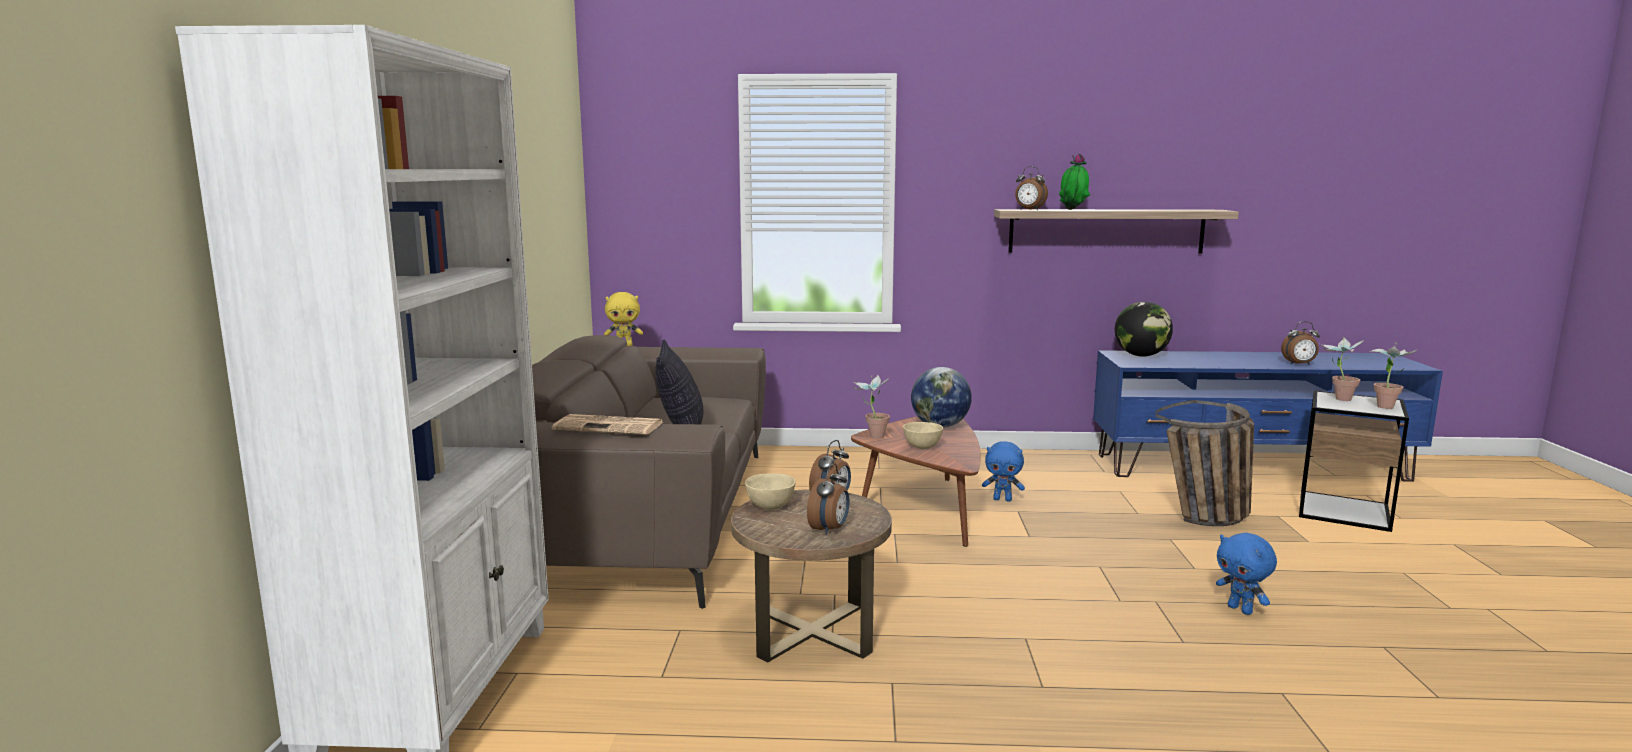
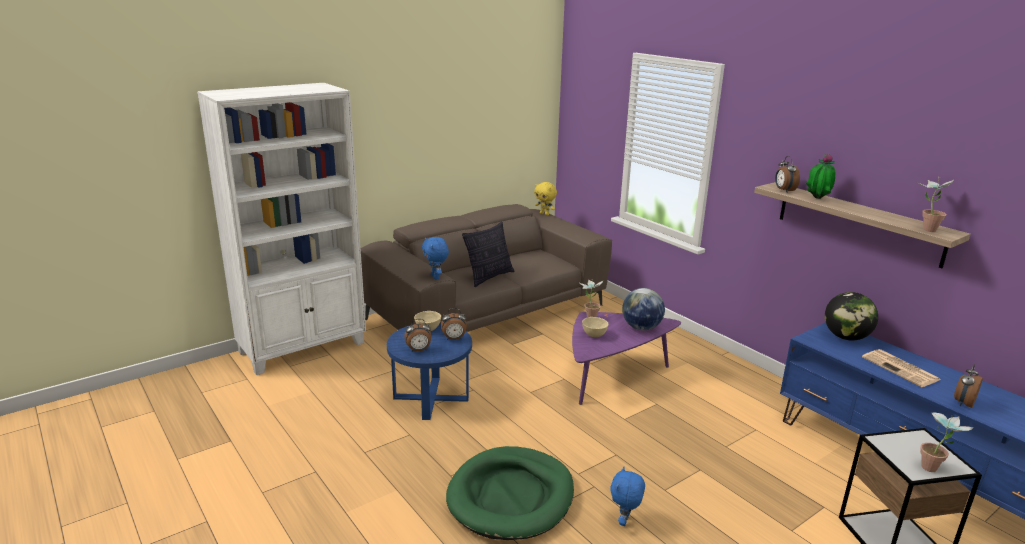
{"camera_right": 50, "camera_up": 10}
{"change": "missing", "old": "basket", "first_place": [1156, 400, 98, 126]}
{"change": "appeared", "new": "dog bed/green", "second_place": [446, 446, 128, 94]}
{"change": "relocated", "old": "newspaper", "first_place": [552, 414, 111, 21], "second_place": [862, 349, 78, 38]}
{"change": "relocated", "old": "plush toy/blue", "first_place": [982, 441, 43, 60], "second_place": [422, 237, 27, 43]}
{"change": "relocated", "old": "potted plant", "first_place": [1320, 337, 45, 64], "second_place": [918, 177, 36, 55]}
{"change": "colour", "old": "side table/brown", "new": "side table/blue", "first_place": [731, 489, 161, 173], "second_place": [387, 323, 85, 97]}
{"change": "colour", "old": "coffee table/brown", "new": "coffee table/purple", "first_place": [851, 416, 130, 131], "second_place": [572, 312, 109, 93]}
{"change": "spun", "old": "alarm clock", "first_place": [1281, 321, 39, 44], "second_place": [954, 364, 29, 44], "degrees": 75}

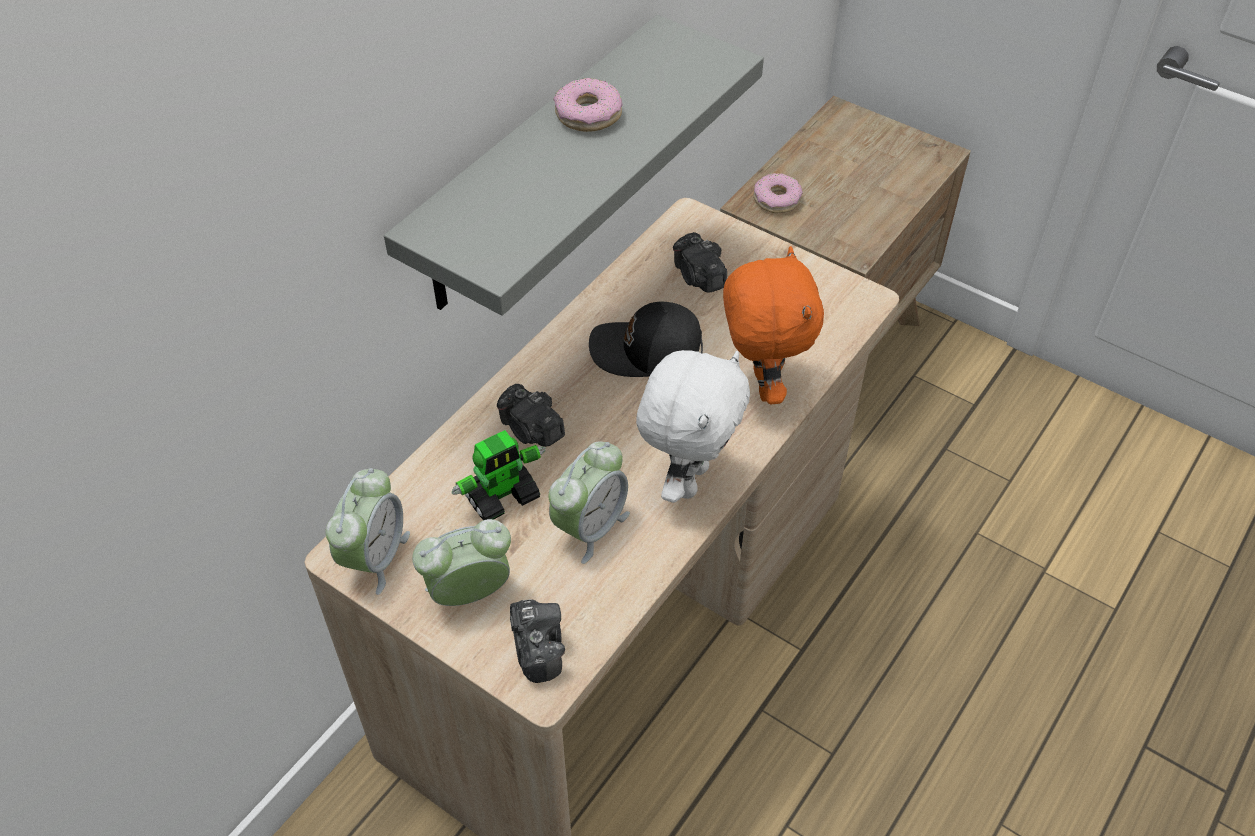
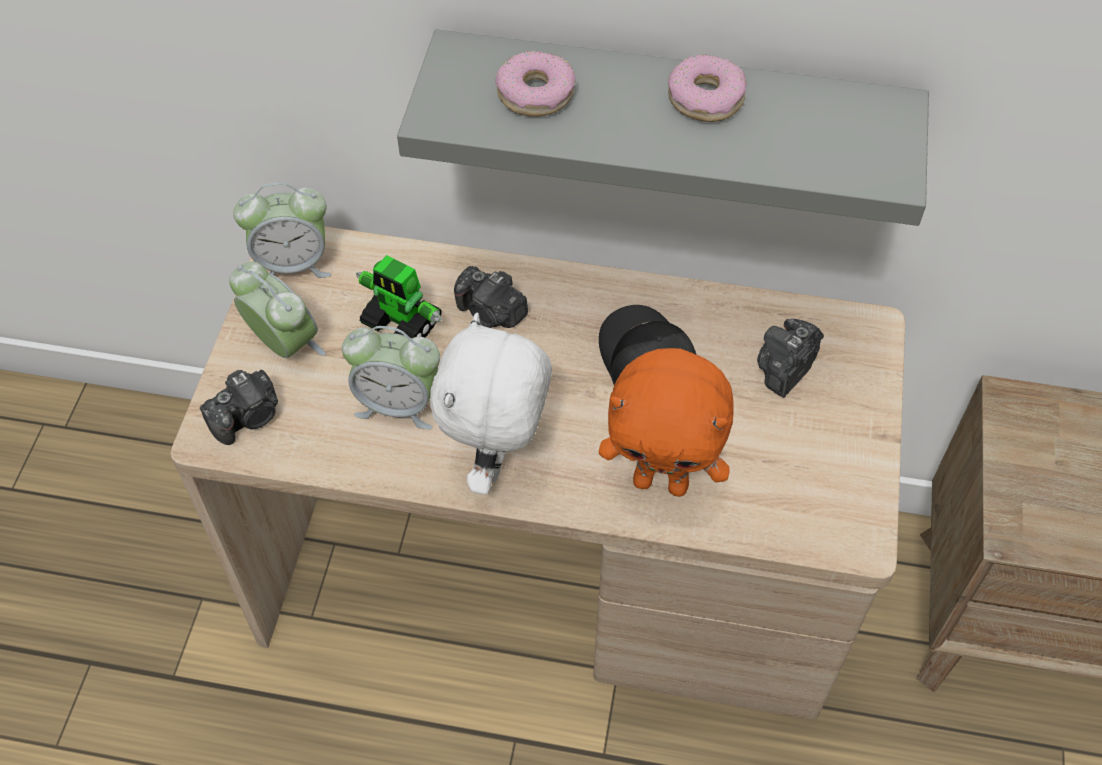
{"camera_right": 65, "camera_up": 5}
{"change": "relocated", "old": "donut", "first_place": [753, 173, 50, 40], "second_place": [495, 51, 81, 66]}
{"change": "spun", "old": "photo camera", "first_place": [497, 384, 68, 63], "second_place": [454, 266, 74, 62], "degrees": -75}
{"change": "spun", "old": "plush toy/white", "first_place": [636, 350, 114, 153], "second_place": [430, 312, 122, 183], "degrees": 105}
{"change": "spun", "old": "plush toy/orange", "first_place": [723, 246, 101, 159], "second_place": [599, 348, 135, 149], "degrees": 45}

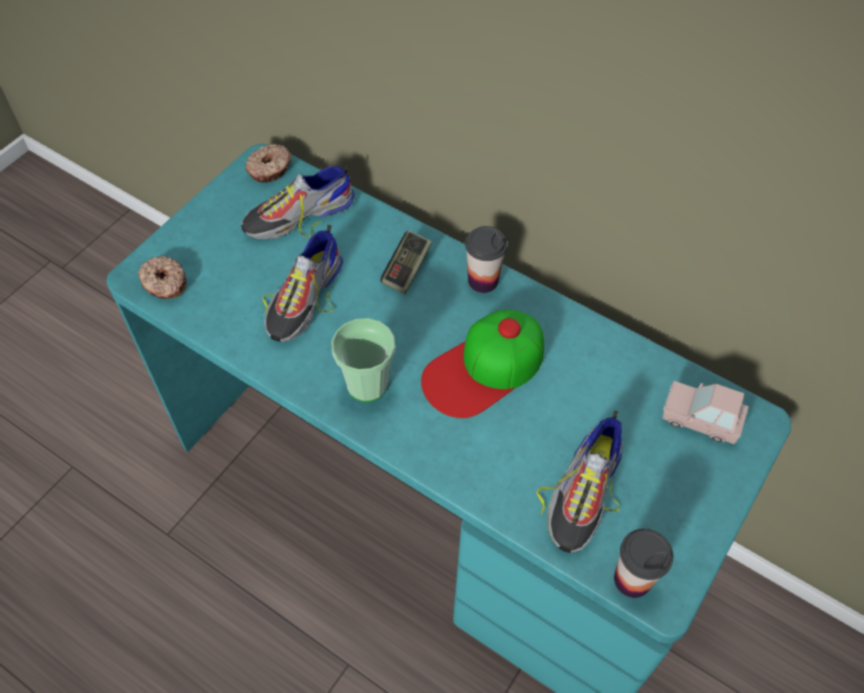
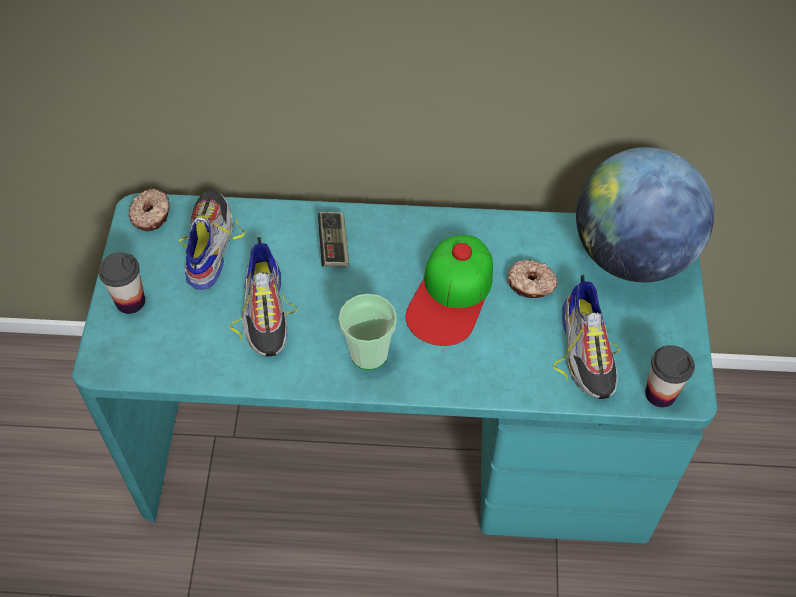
{"camera_right": -30, "camera_up": 0}
{"change": "relocated", "old": "donut", "first_place": [138, 256, 49, 43], "second_place": [507, 259, 51, 39]}
{"change": "relocated", "old": "cup", "first_place": [465, 226, 42, 67], "second_place": [98, 252, 47, 62]}
{"change": "exchanged", "old": "toy car/pink", "new": "globe", "first_place": [662, 381, 87, 63], "second_place": [576, 147, 138, 135]}
{"change": "spun", "old": "shoe", "first_place": [241, 165, 114, 74], "second_place": [179, 191, 66, 99], "degrees": 150}

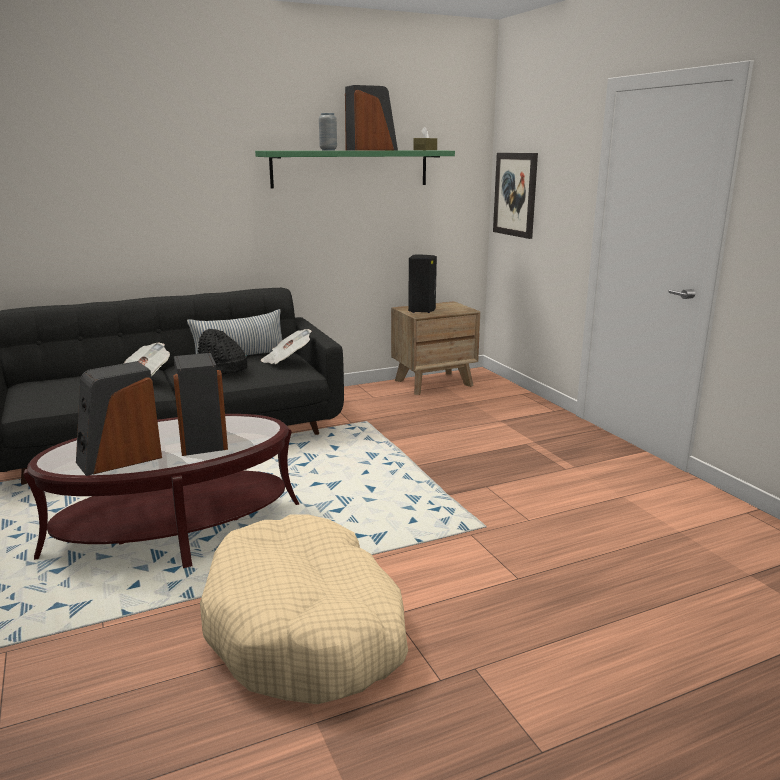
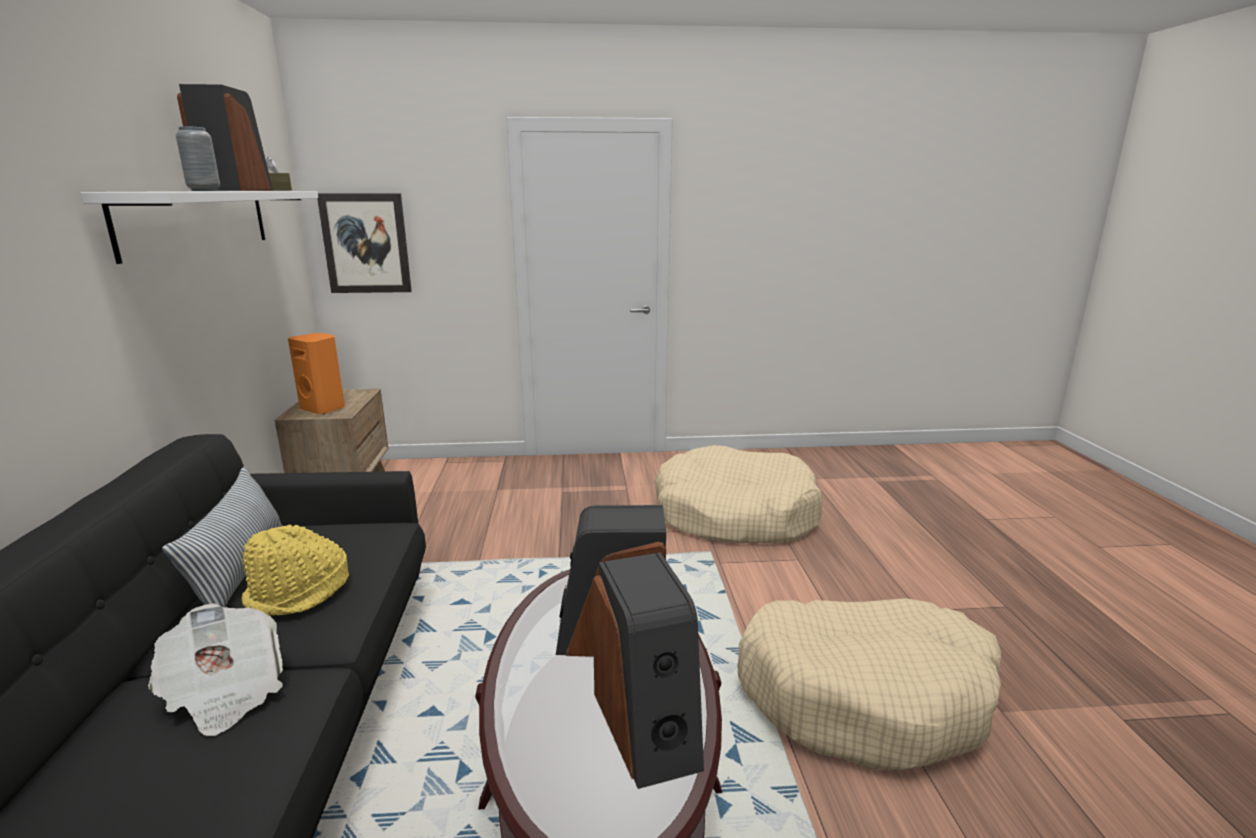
{"camera_right": -70, "camera_up": 0}
{"change": "missing", "old": "newspaper", "first_place": [261, 329, 51, 35]}
{"change": "appeared", "new": "dog bed/beige", "second_place": [655, 445, 167, 98]}
{"change": "colour", "old": "hat/black", "new": "hat/yellow", "first_place": [197, 329, 51, 45], "second_place": [242, 525, 107, 91]}
{"change": "colour", "old": "shelf/green", "new": "shelf/white", "first_place": [255, 151, 200, 38], "second_place": [80, 191, 238, 73]}
{"change": "colour", "old": "speaker/black", "new": "speaker/orange", "first_place": [408, 254, 29, 59], "second_place": [288, 333, 57, 81]}

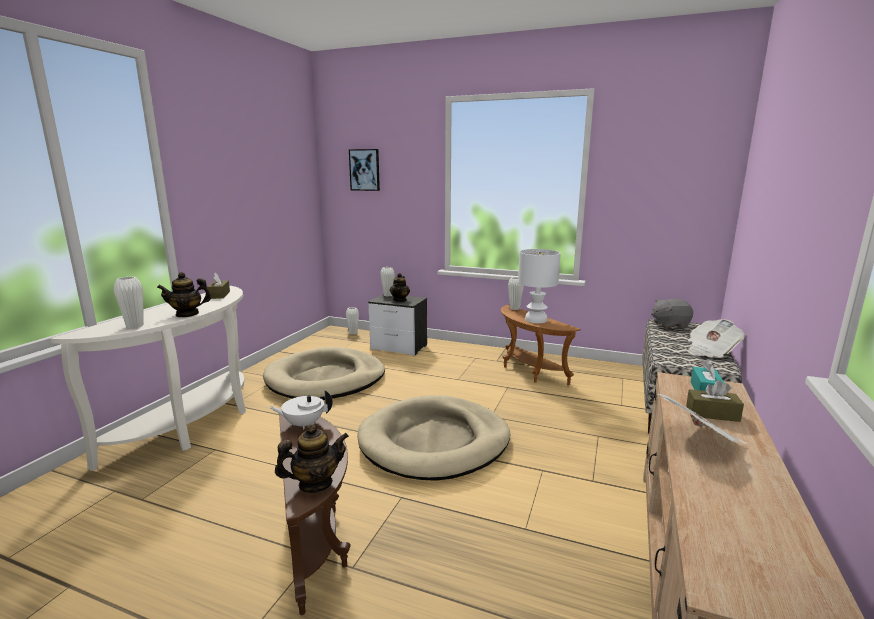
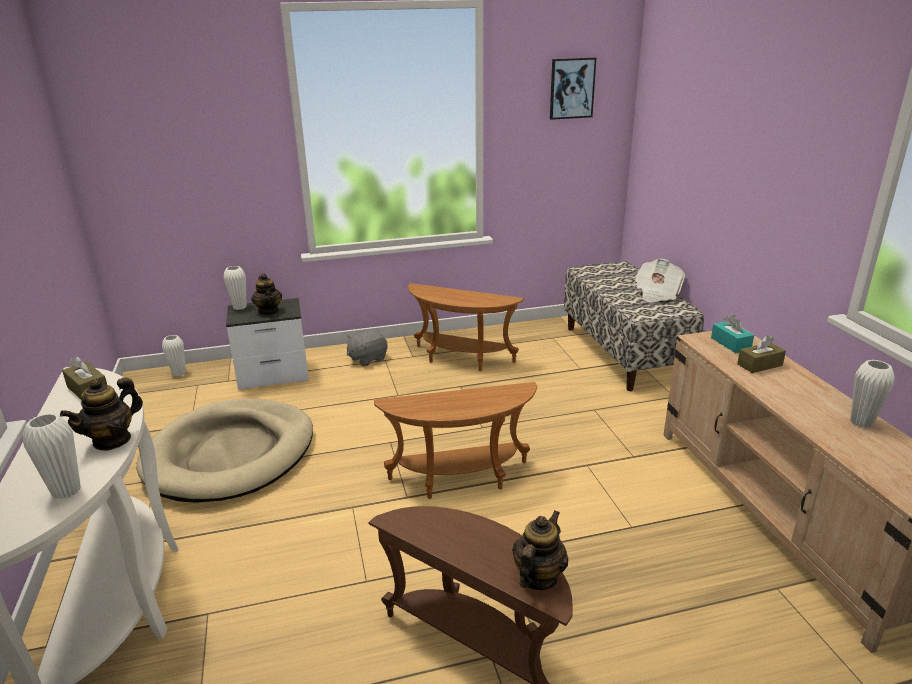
{"camera_right": -35, "camera_up": 10}
{"change": "missing", "old": "teapot/white", "first_place": [269, 390, 63, 40]}
{"change": "missing", "old": "table lamp/white", "first_place": [518, 249, 43, 74]}
{"change": "missing", "old": "newspaper", "first_place": [658, 394, 90, 51]}
{"change": "relocated", "old": "picture", "first_place": [349, 149, 31, 42], "second_place": [550, 58, 46, 62]}
{"change": "relocated", "old": "vase/white", "first_place": [508, 277, 16, 33], "second_place": [850, 360, 44, 68]}
{"change": "relocated", "old": "plush toy/grey", "first_place": [651, 299, 42, 29], "second_place": [347, 330, 40, 36]}
{"change": "exchanged", "old": "dog bed/beige", "new": "side table/brown", "first_place": [357, 395, 153, 86], "second_place": [374, 382, 163, 117]}

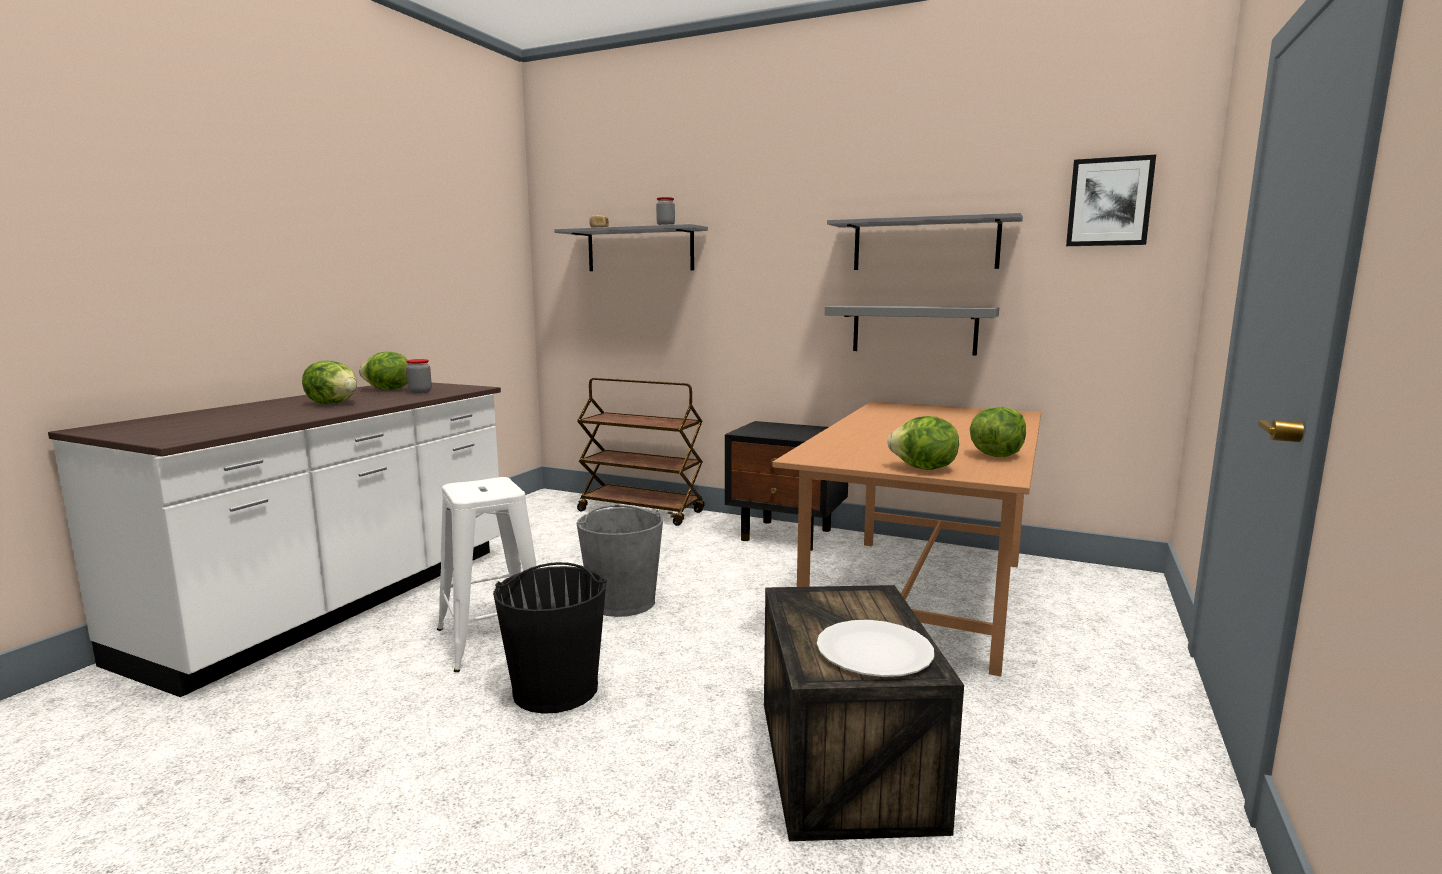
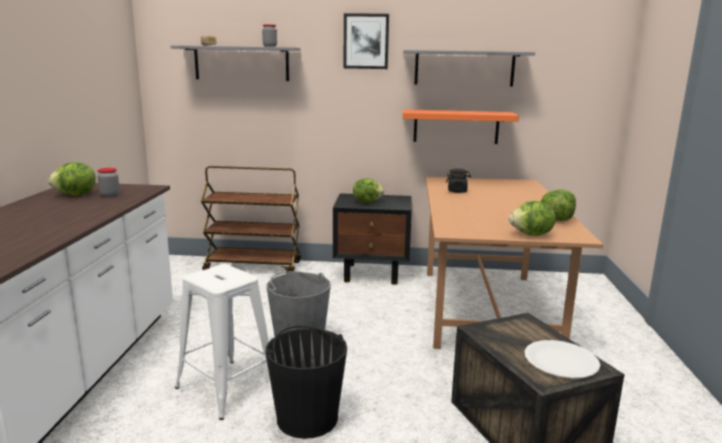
{"camera_right": -20, "camera_up": 5}
{"change": "appeared", "new": "jar/black", "second_place": [446, 169, 25, 24]}
{"change": "relocated", "old": "lettuce", "first_place": [302, 360, 55, 44], "second_place": [353, 178, 32, 25]}
{"change": "relocated", "old": "picture", "first_place": [1066, 155, 90, 91], "second_place": [343, 13, 46, 56]}
{"change": "colour", "old": "shelf/grey", "new": "shelf/orange", "first_place": [825, 305, 174, 51], "second_place": [402, 109, 117, 35]}

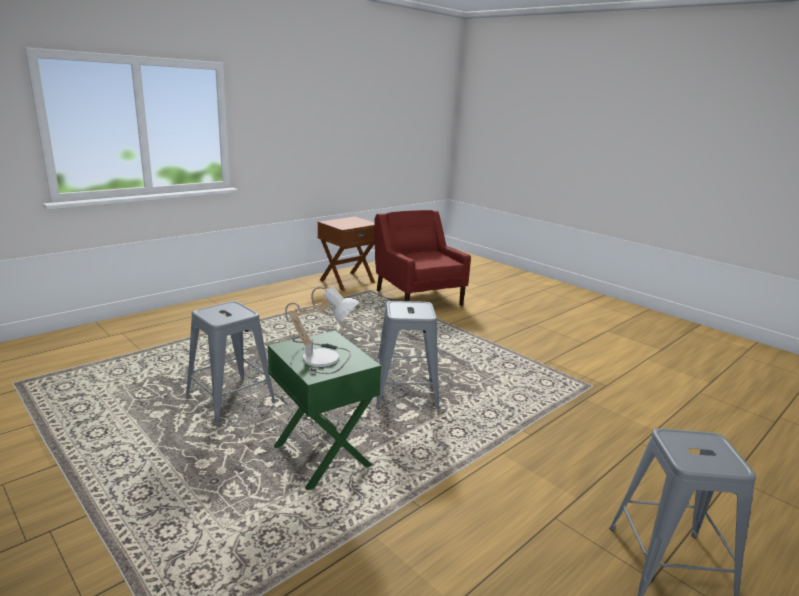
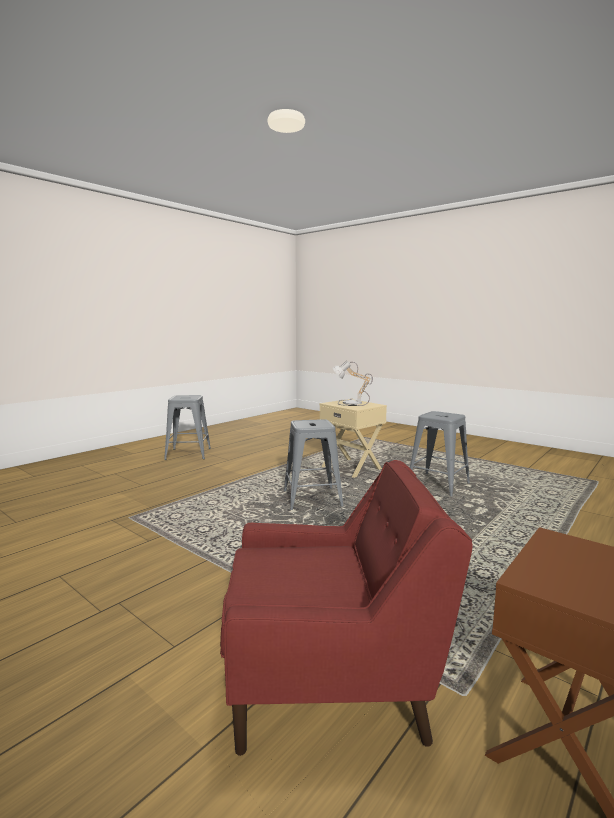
{"camera_right": 175, "camera_up": -10}
{"change": "colour", "old": "side table/green", "new": "side table/beige", "first_place": [268, 331, 113, 159], "second_place": [320, 399, 67, 79]}
{"change": "spun", "old": "armchair/red", "first_place": [374, 210, 97, 102], "second_place": [220, 460, 253, 296], "degrees": -60}

